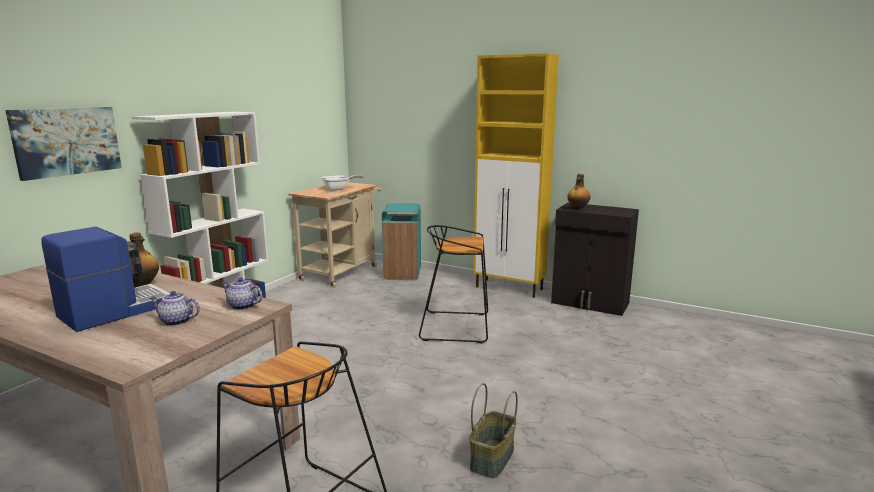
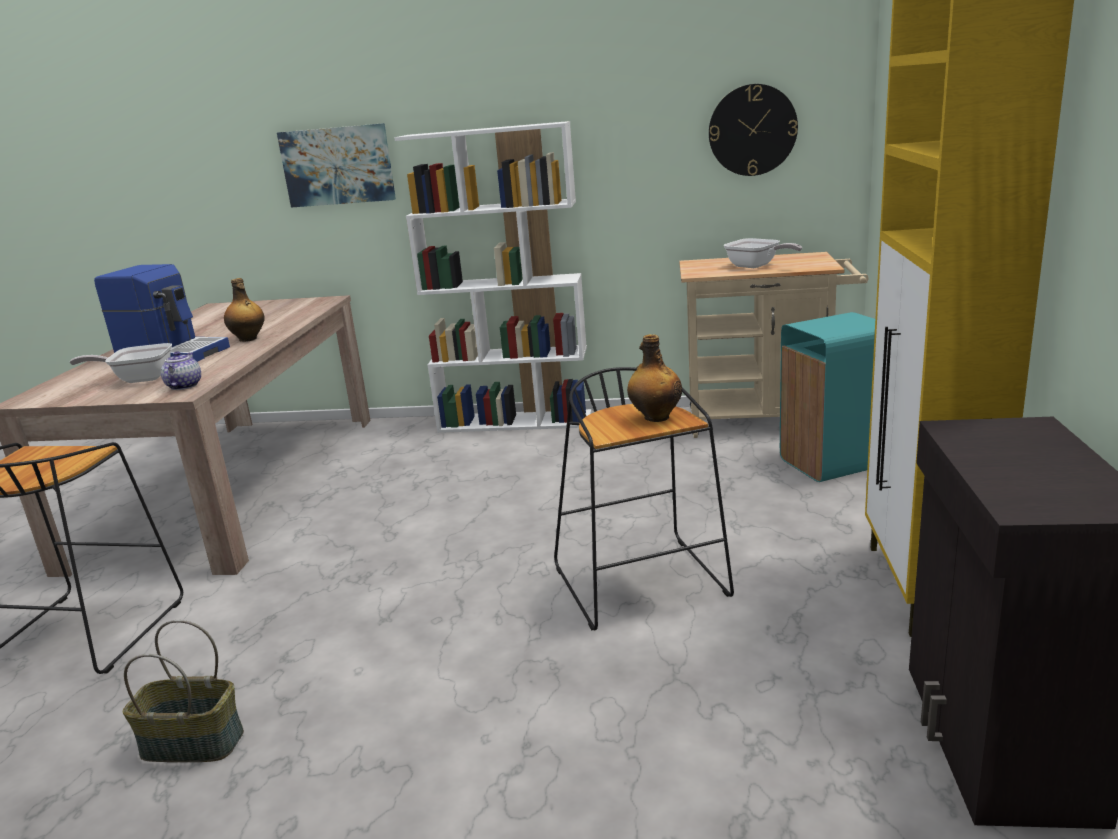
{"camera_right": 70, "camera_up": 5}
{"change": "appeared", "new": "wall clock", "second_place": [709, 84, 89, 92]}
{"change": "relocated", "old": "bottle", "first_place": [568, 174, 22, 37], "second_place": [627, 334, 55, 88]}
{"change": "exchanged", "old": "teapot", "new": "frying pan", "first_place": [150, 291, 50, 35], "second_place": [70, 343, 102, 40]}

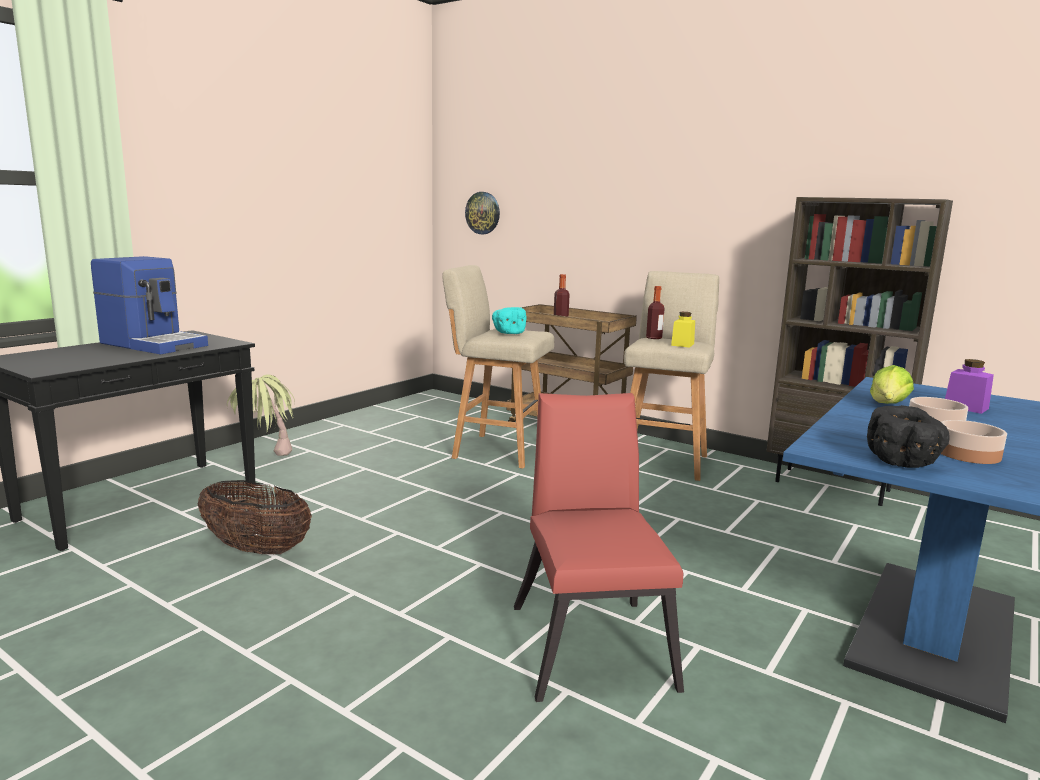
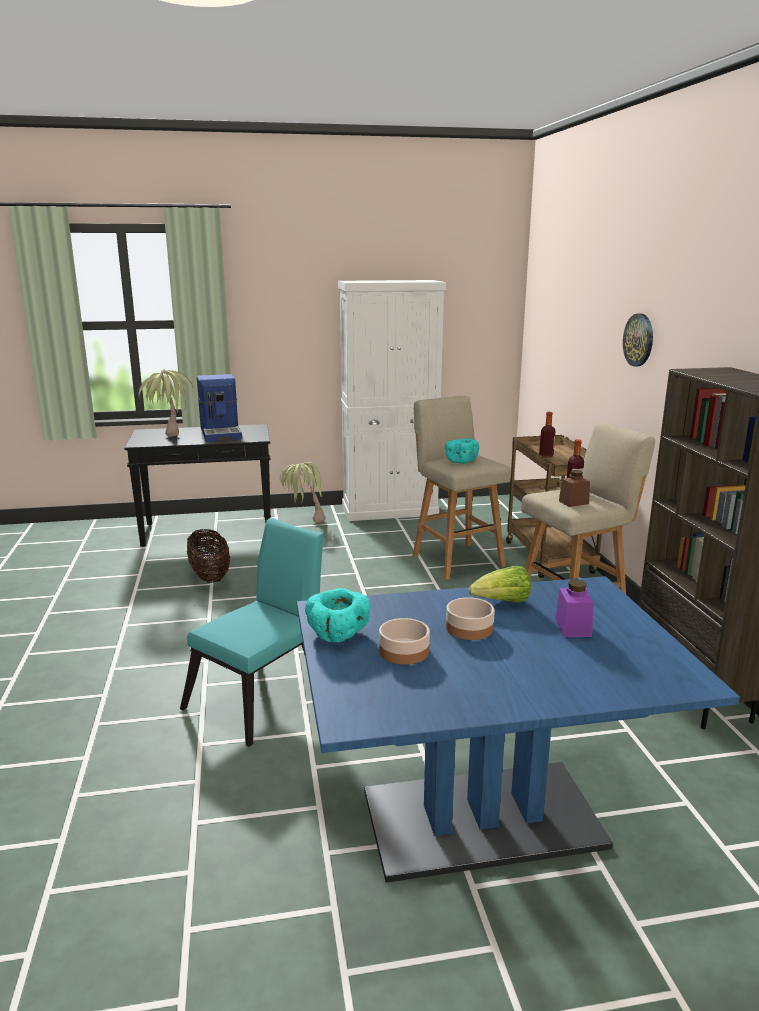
{"camera_right": 45, "camera_up": 5}
{"change": "appeared", "new": "potted plant", "second_place": [139, 370, 55, 67]}
{"change": "appeared", "new": "cabinet/white", "second_place": [338, 280, 108, 241]}
{"change": "relocated", "old": "wall clock", "first_place": [465, 192, 35, 42], "second_place": [623, 313, 30, 54]}
{"change": "colour", "old": "chair/red", "new": "chair/turquoise", "first_place": [514, 393, 170, 309], "second_place": [180, 518, 144, 229]}
{"change": "colour", "old": "jar/yellow", "new": "jar/brown", "first_place": [671, 312, 24, 36], "second_place": [559, 470, 31, 37]}
{"change": "colour", "old": "bowl/black", "new": "bowl/turquoise", "first_place": [867, 405, 83, 63], "second_place": [305, 588, 65, 55]}

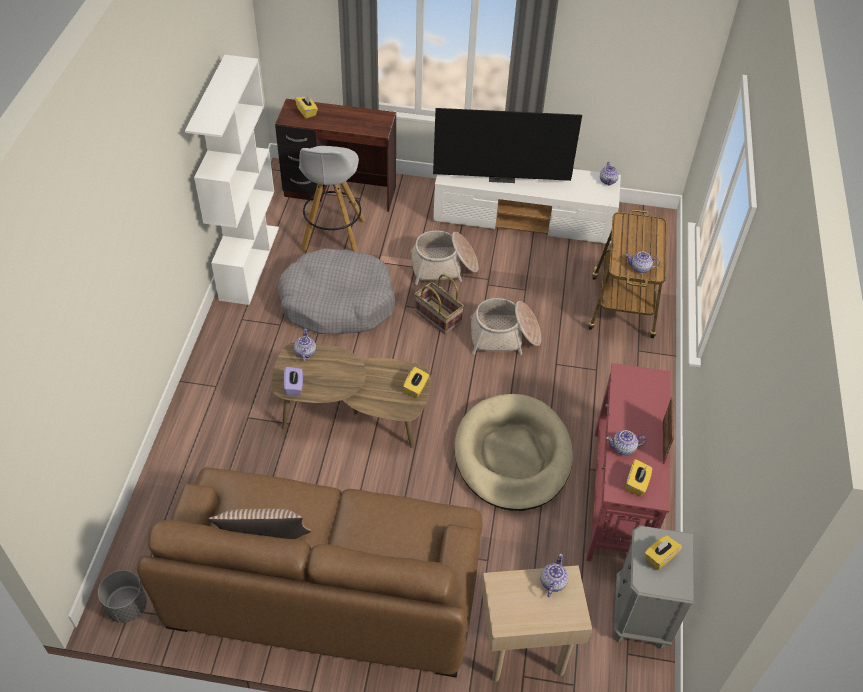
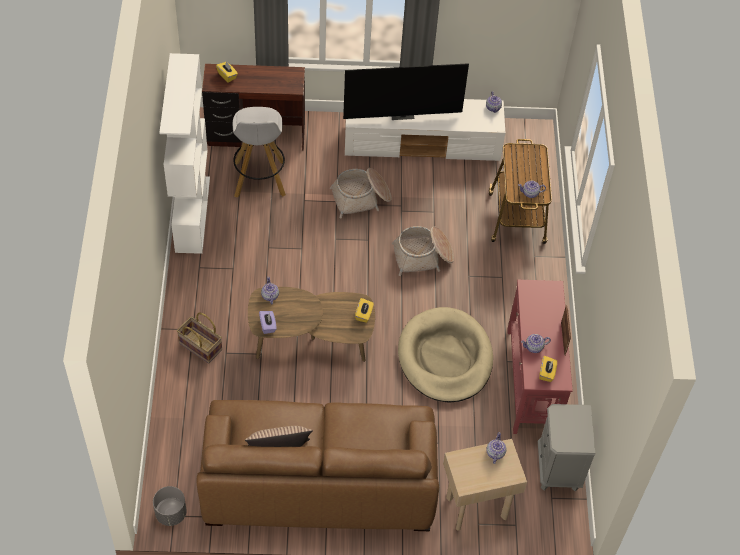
{"camera_right": -10, "camera_up": 5}
{"change": "missing", "old": "dog bed/grey", "first_place": [277, 248, 118, 86]}
{"change": "missing", "old": "tissue box/yellow", "first_place": [644, 535, 38, 35]}
{"change": "relocated", "old": "basket", "first_place": [415, 274, 49, 61], "second_place": [177, 312, 45, 52]}

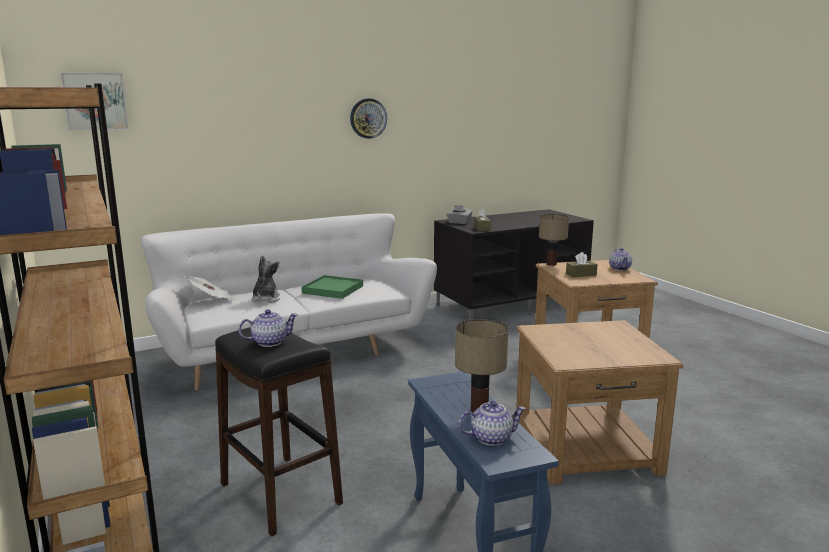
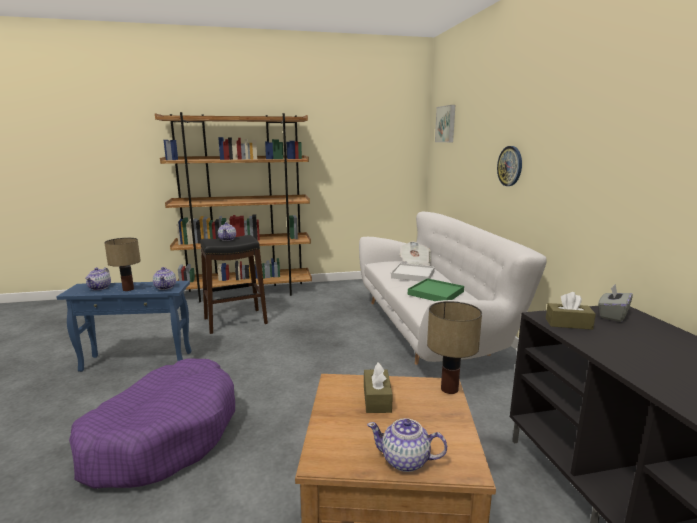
{"camera_right": 105, "camera_up": 0}
{"change": "appeared", "new": "teapot", "second_place": [153, 267, 23, 23]}
{"change": "relocated", "old": "wall clock", "first_place": [350, 99, 37, 40], "second_place": [497, 146, 25, 40]}
{"change": "exchanged", "old": "plush toy", "new": "tray/white", "first_place": [251, 255, 29, 48], "second_place": [391, 263, 44, 19]}
{"change": "exchanged", "old": "side table/brown", "new": "dog bed/purple", "first_place": [516, 320, 168, 165], "second_place": [69, 359, 166, 130]}

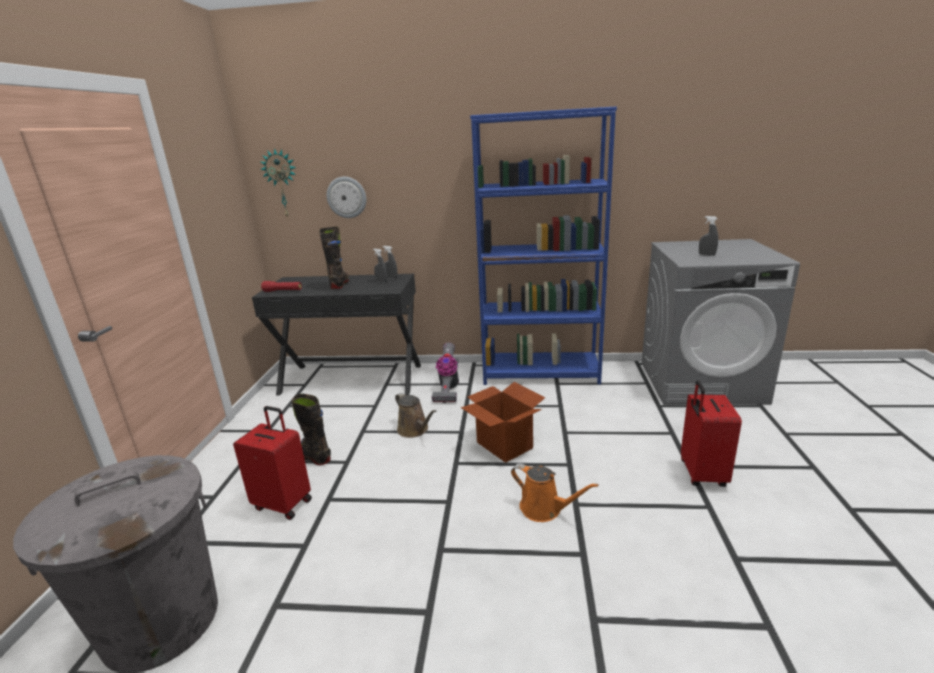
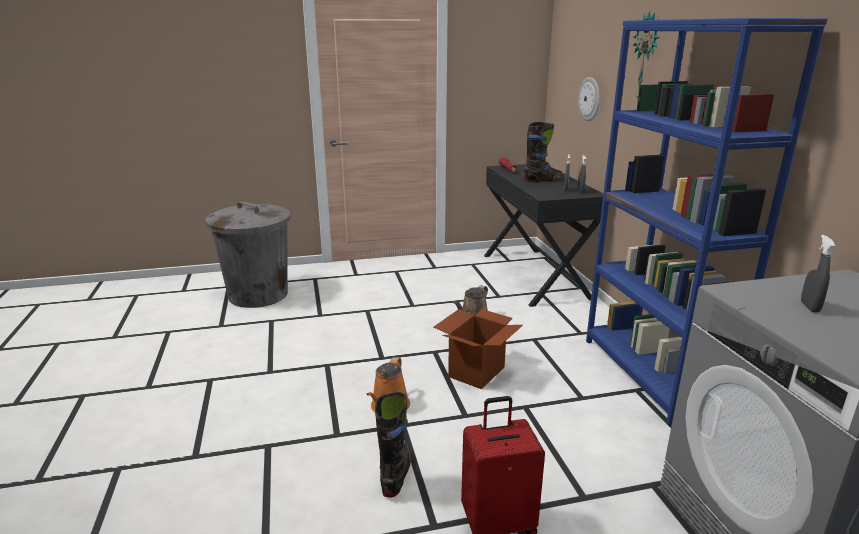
{"camera_right": 70, "camera_up": 0}
{"change": "missing", "old": "suitcase/red", "first_place": [233, 406, 79, 114]}
{"change": "missing", "old": "vacuum cleaner", "first_place": [432, 343, 27, 60]}
{"change": "relocated", "old": "wall clock", "first_place": [260, 148, 36, 70], "second_place": [633, 11, 27, 90]}
{"change": "relocated", "old": "boot/black", "first_place": [291, 394, 40, 71], "second_place": [375, 392, 37, 106]}

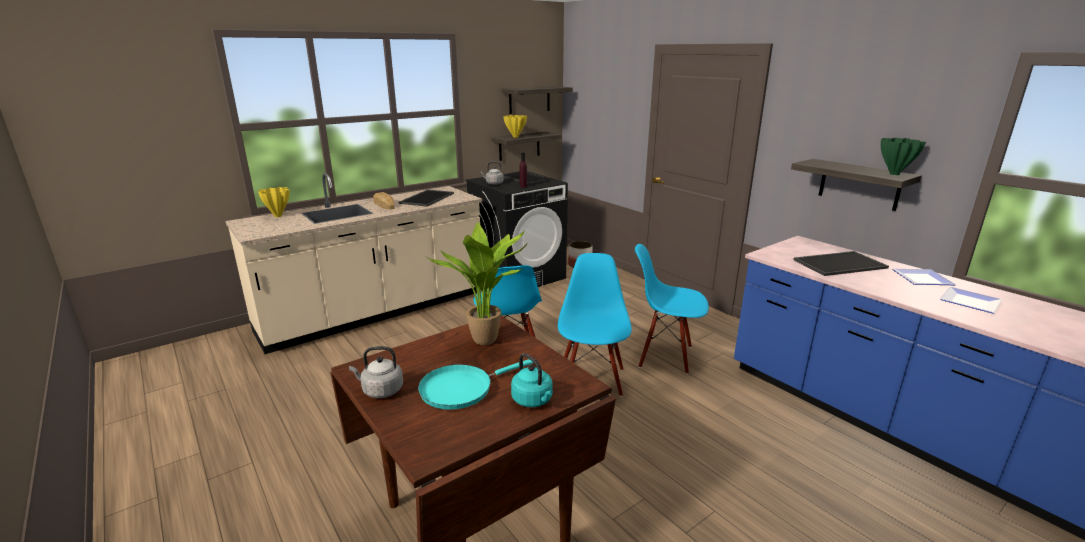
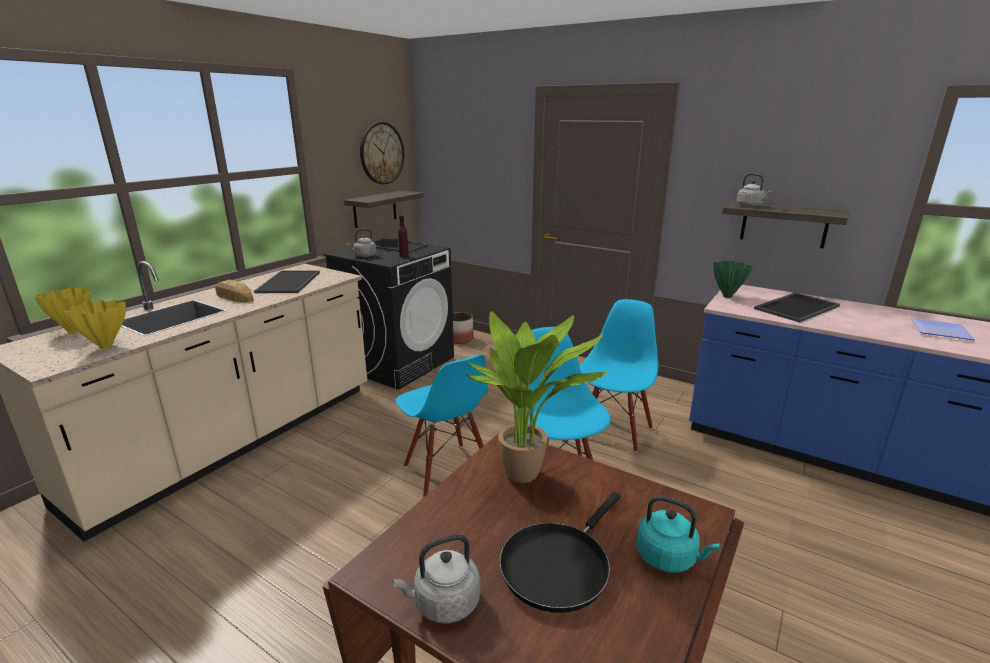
{"camera_right": -20, "camera_up": 0}
{"change": "missing", "old": "plate", "first_place": [892, 269, 64, 16]}
{"change": "appeared", "new": "kettle/grey", "second_place": [737, 173, 35, 34]}
{"change": "relocated", "old": "vase/yellow", "first_place": [503, 115, 24, 23], "second_place": [62, 300, 64, 49]}
{"change": "relocated", "old": "vase/green", "first_place": [881, 138, 45, 37], "second_place": [713, 261, 40, 37]}
{"change": "exchanged", "old": "shelf", "new": "wall clock", "first_place": [501, 86, 72, 28], "second_place": [360, 122, 44, 62]}
{"change": "colour", "old": "frying pan/turquoise", "new": "frying pan/black", "first_place": [418, 359, 115, 51], "second_place": [499, 492, 122, 121]}
{"change": "spun", "old": "chair/blue", "first_place": [635, 244, 74, 130], "second_place": [580, 299, 78, 153], "degrees": 120}

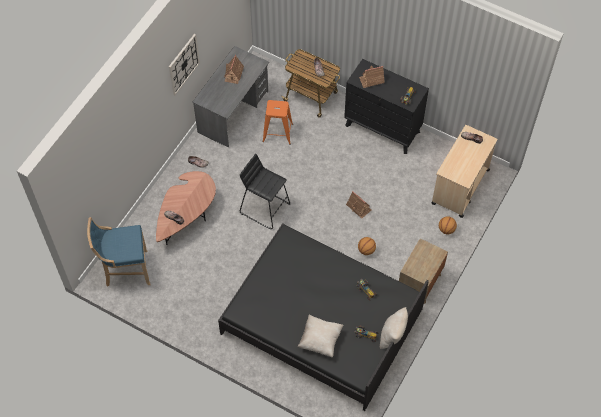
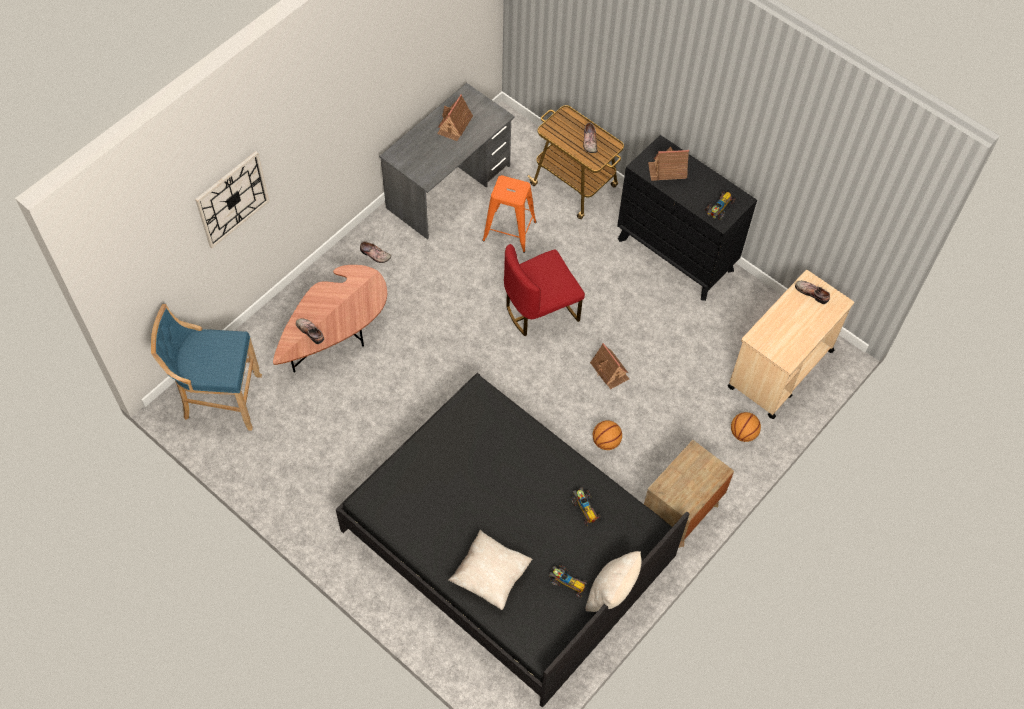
{"camera_right": 10, "camera_up": 0}
{"change": "missing", "old": "stool/black", "first_place": [240, 154, 50, 75]}
{"change": "appeared", "new": "chair/red", "second_place": [504, 244, 81, 92]}
{"change": "relocated", "old": "wall clock", "first_place": [169, 34, 31, 61], "second_place": [195, 151, 74, 97]}

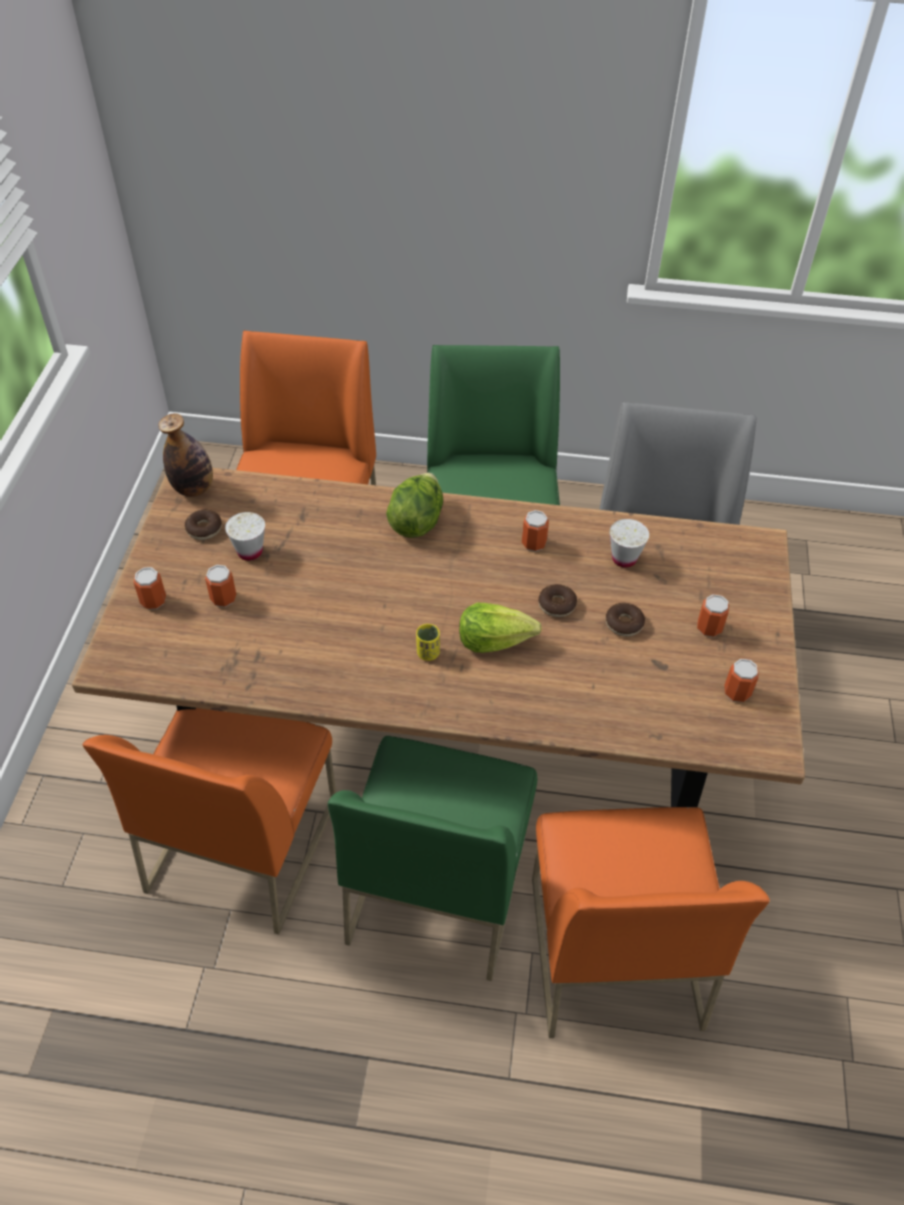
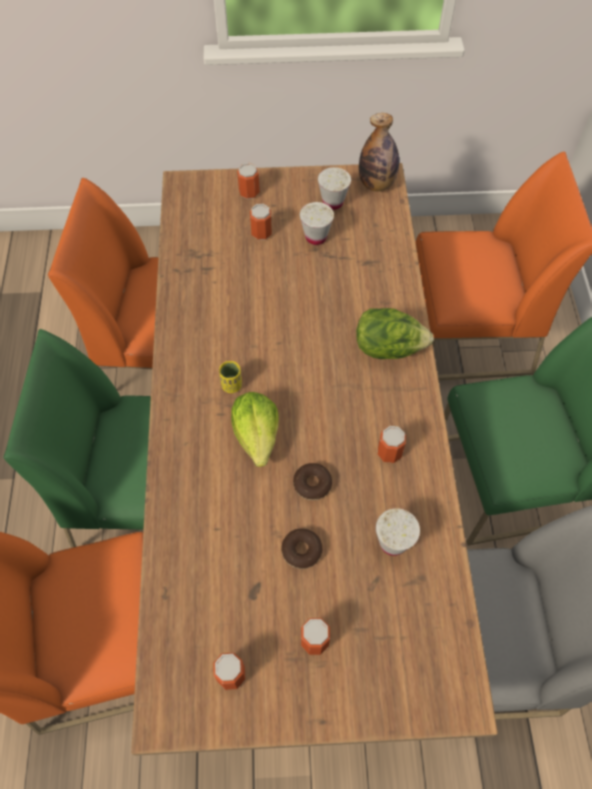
{"camera_right": 80, "camera_up": 10}
{"change": "exchanged", "old": "donut", "new": "cup/white", "first_place": [185, 510, 37, 30], "second_place": [318, 167, 33, 43]}

